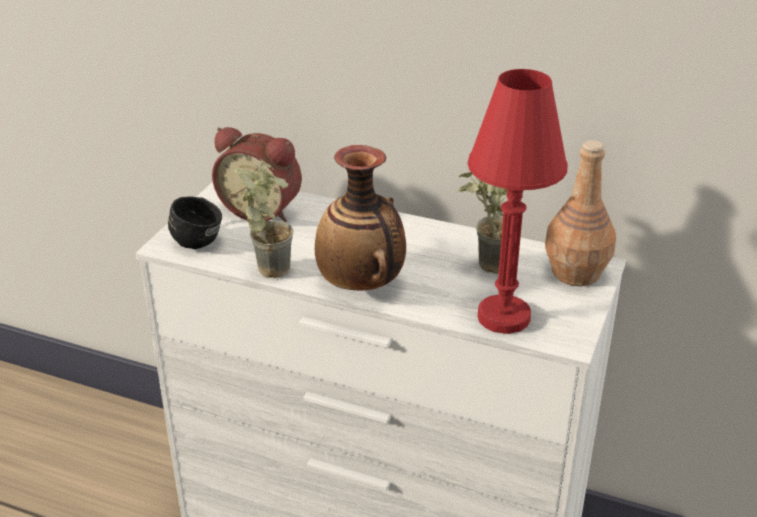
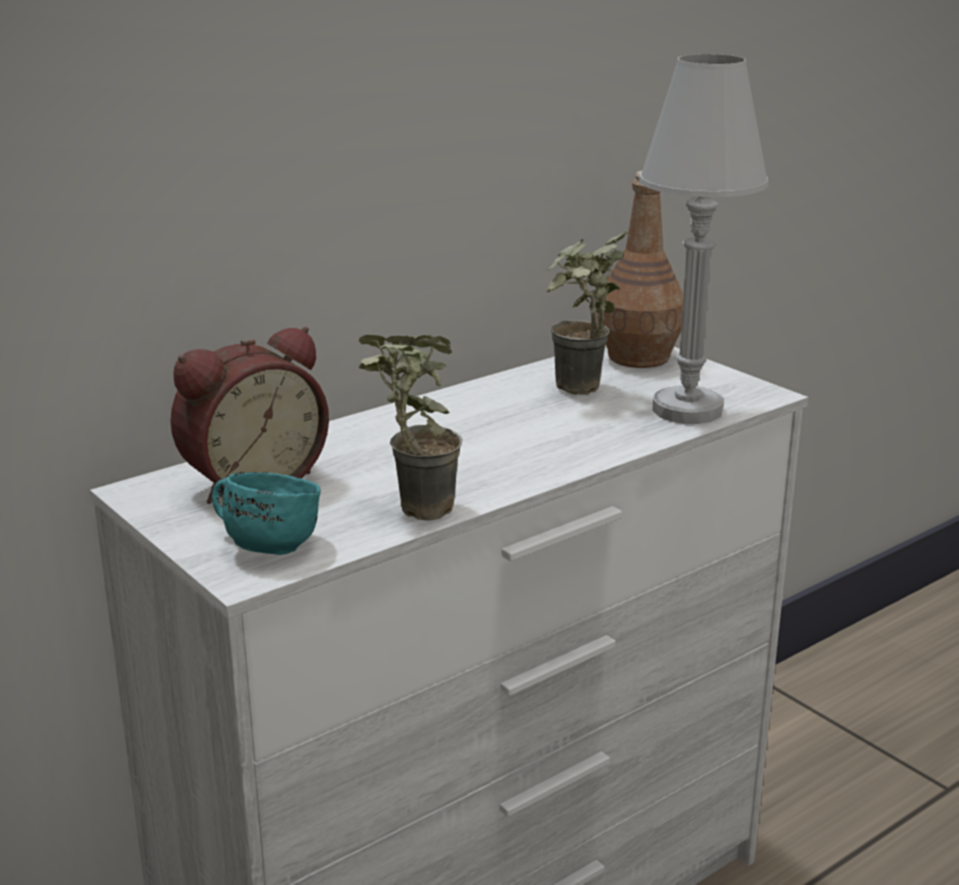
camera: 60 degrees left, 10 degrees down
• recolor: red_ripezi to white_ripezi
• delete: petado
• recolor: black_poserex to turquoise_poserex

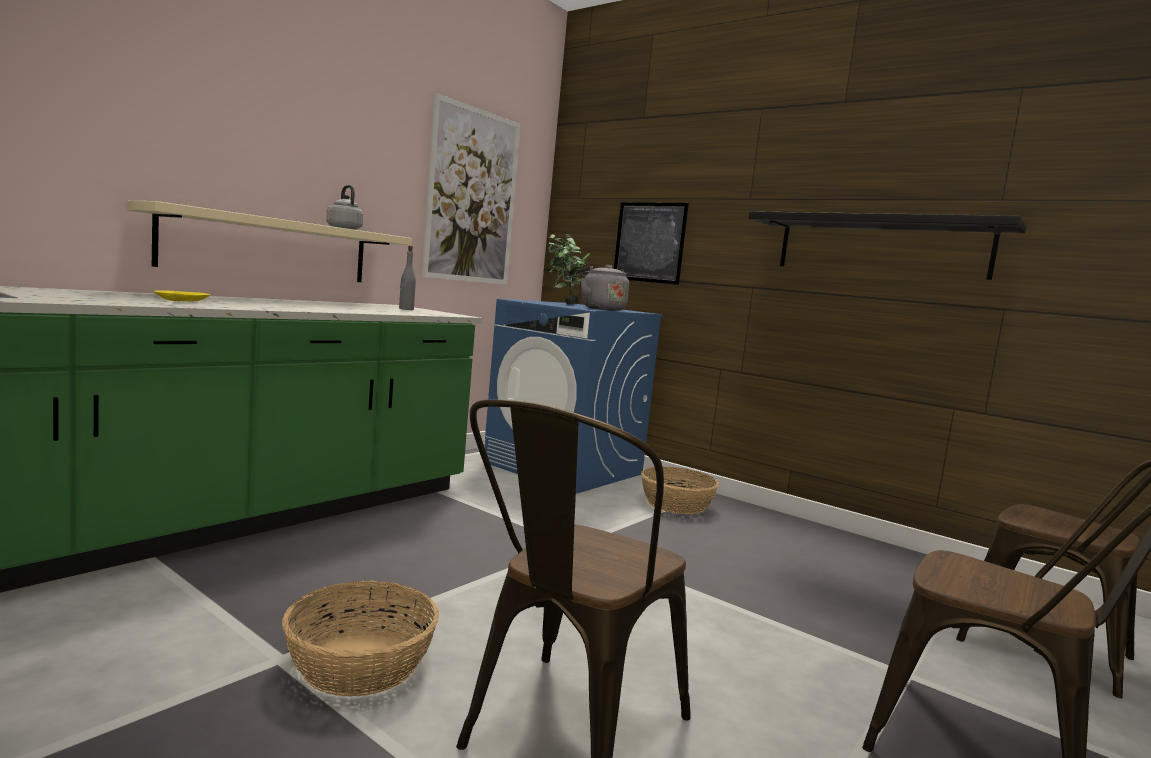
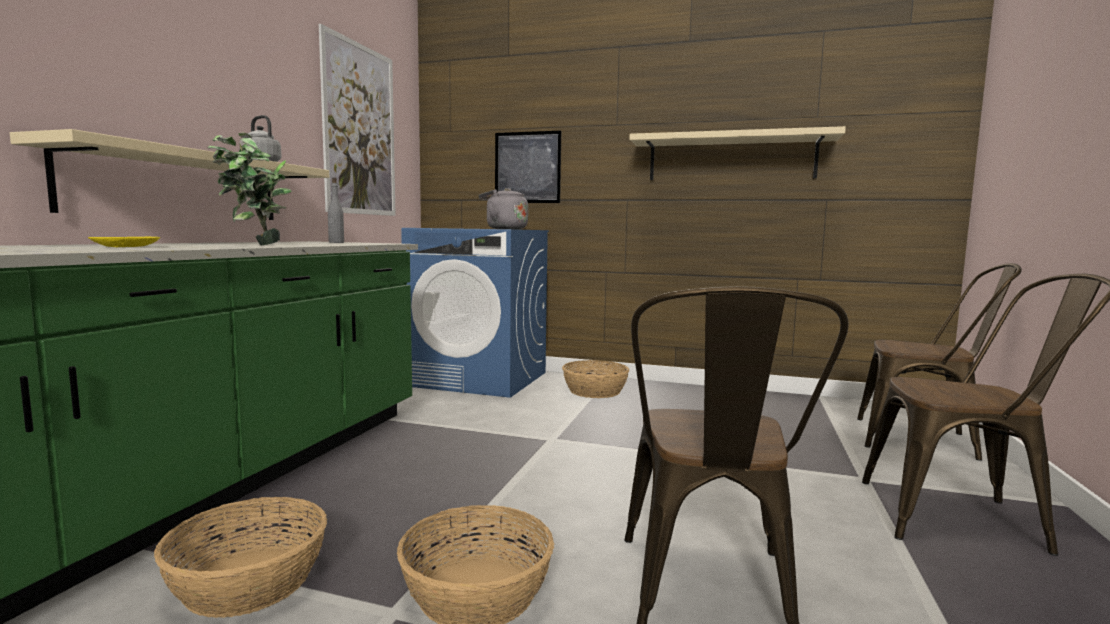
camera: 20 degrees left, 0 degrees up
• recolor: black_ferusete to beige_ferusete (2nd from left)
• move: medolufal
• insert: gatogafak (1st from left)

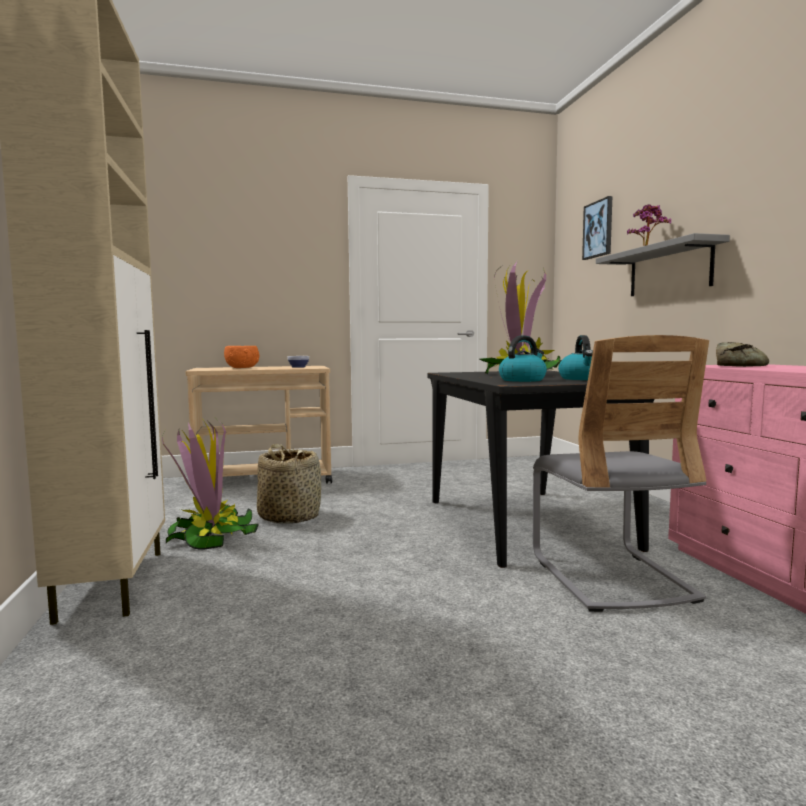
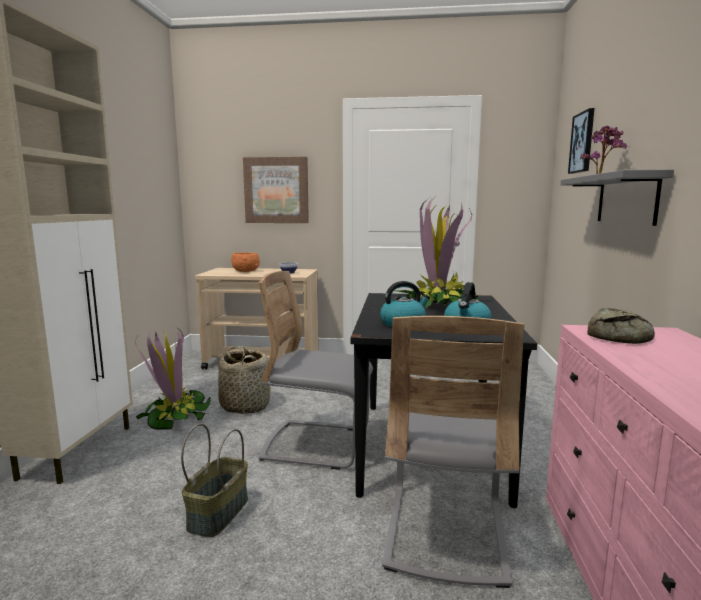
camera: 20 degrees right, 5 degrees up
• insert: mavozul (1st from left)
• insert: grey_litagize (1st from left)
• insert: gatogafak (1st from left)

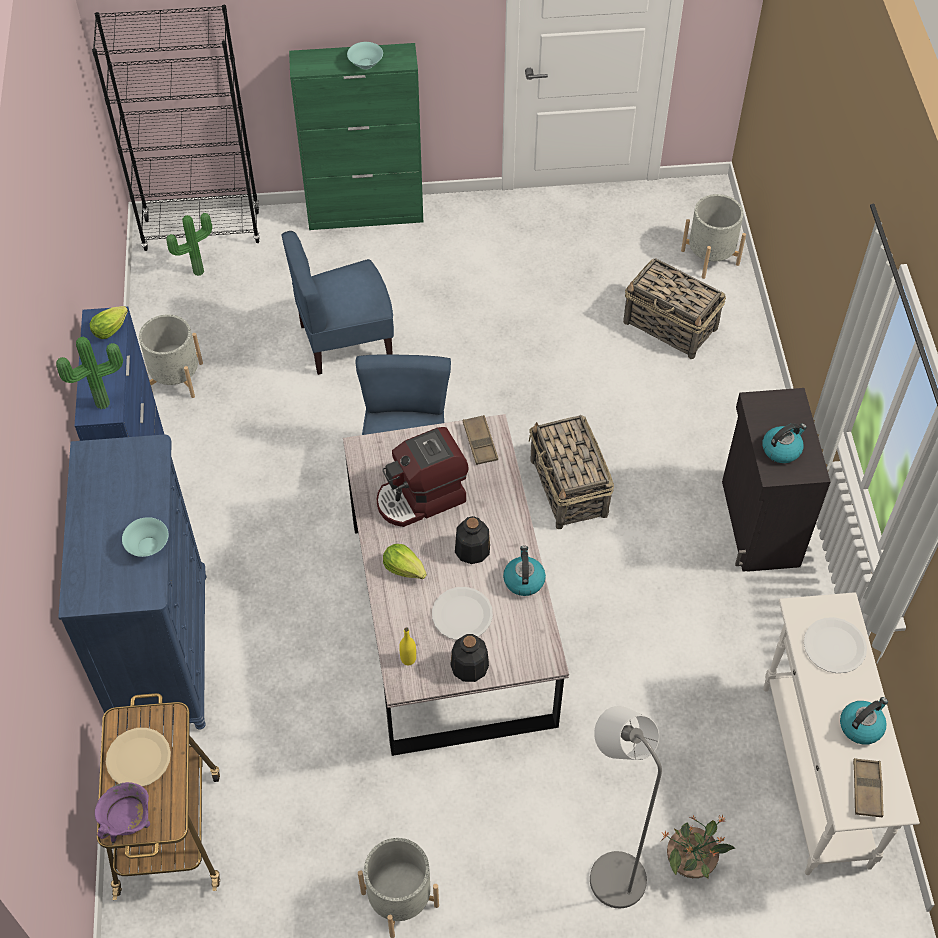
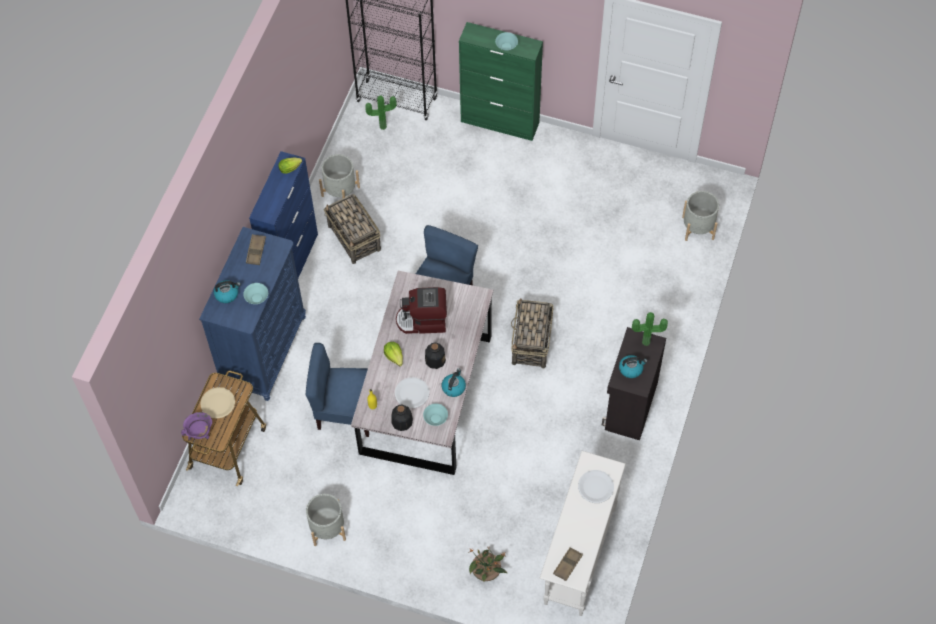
camera: 25 degrees right, 5 degrees up
• move: blue_litagize (1st from left)
• move: gatogafak (2nd from left in the first image) to gatogafak (1st from left)
• move: medolufal (1st from left in the first image) to medolufal (3rd from left)
• move: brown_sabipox (1st from left)
• move: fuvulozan (3rd from left in the first image) to fuvulozan (1st from left)
• delete: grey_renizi
• insert: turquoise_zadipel (2nd from left)

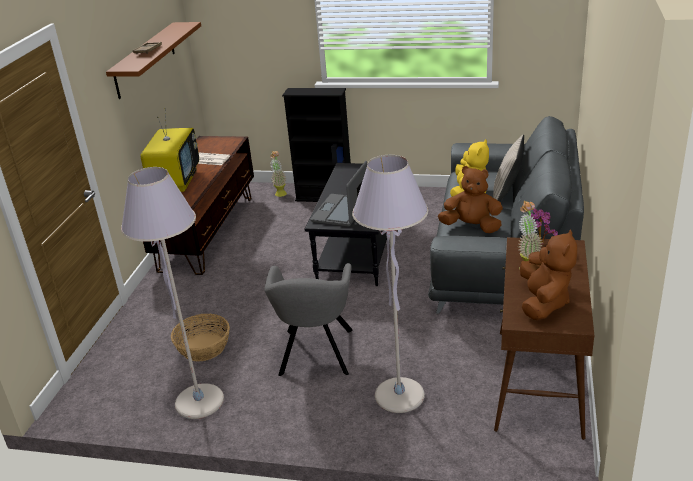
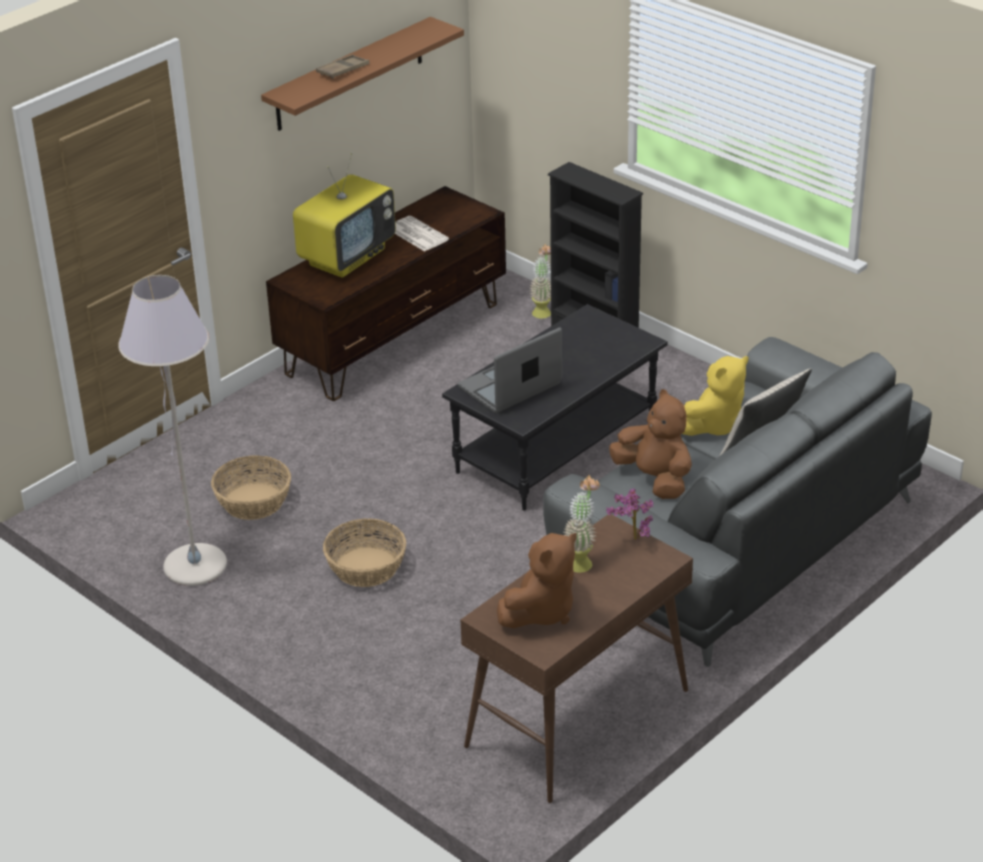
camera: 30 degrees right, 5 degrees up
• delete: grey_renizi (2nd from left)
• replace: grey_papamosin to gatogafak (2nd from left)

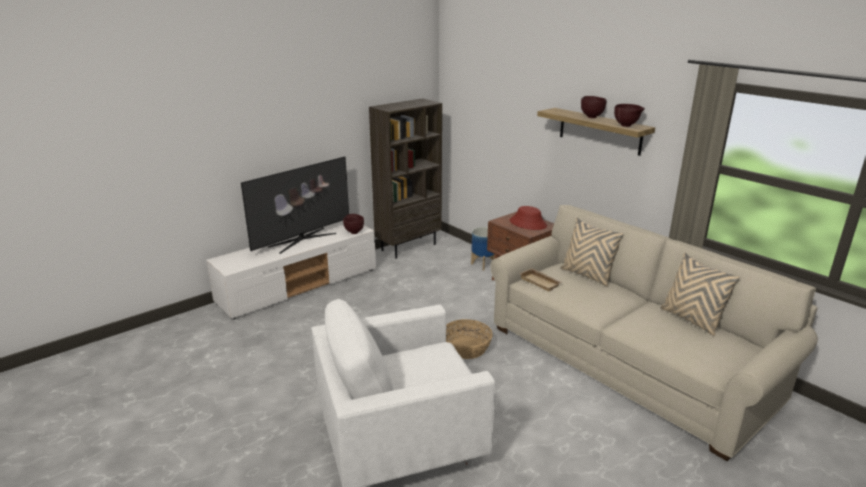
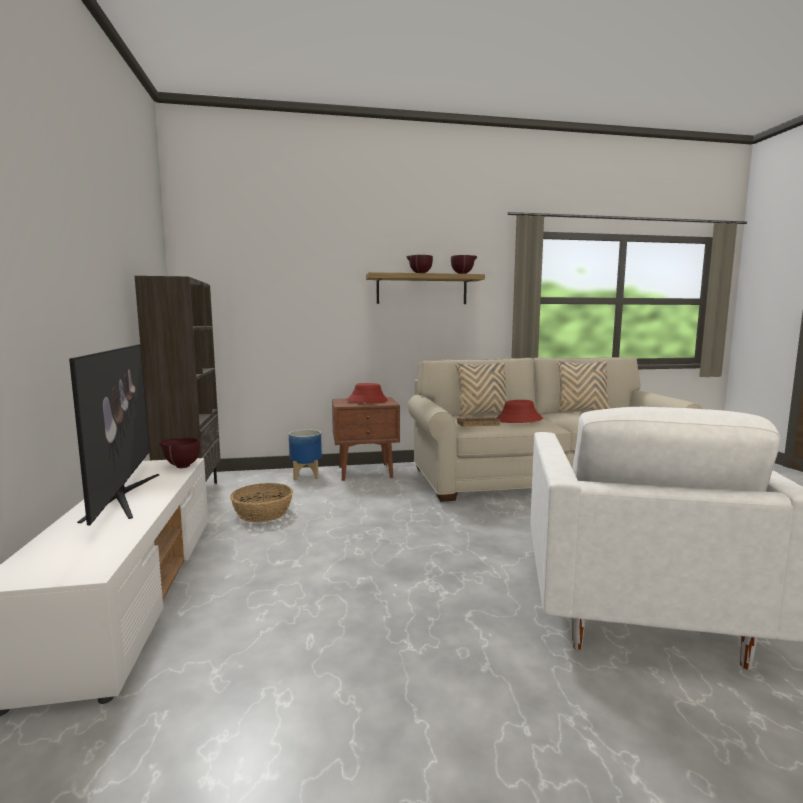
camera: 60 degrees left, 15 degrees down
• move: gatogafak
• insert: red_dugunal (2nd from left)

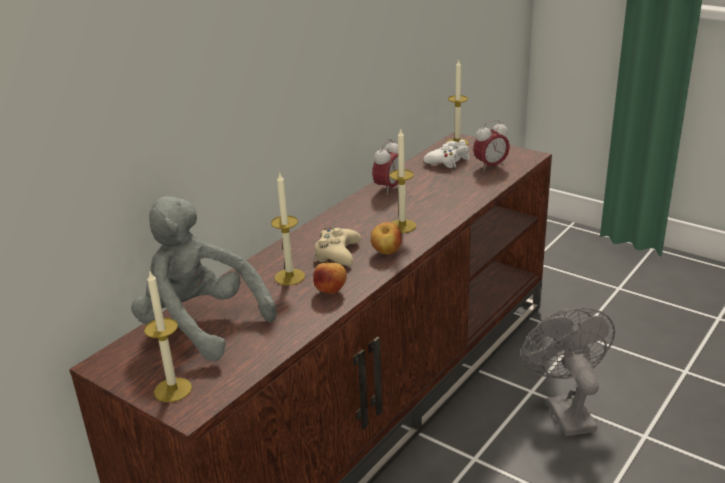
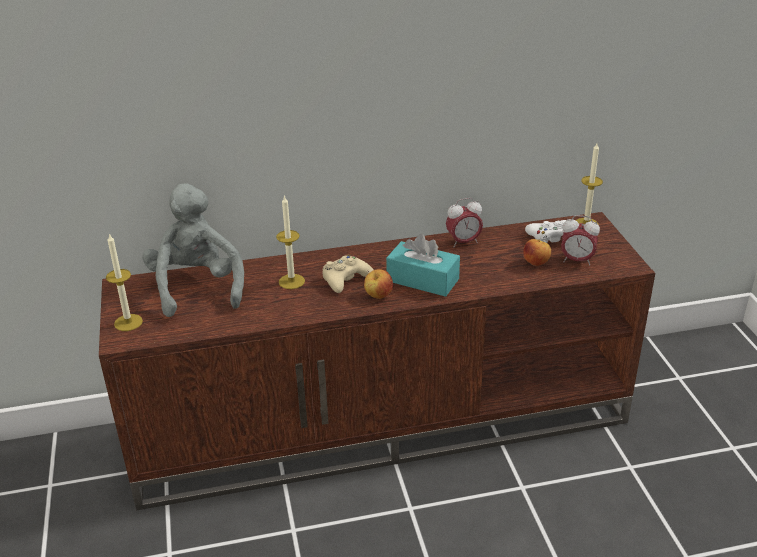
camera: 40 degrees right, 5 degrees up
• replace: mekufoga (3rd from left) to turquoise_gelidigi
• move: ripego (1st from left in the first image) to ripego (2nd from left)
• delete: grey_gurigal

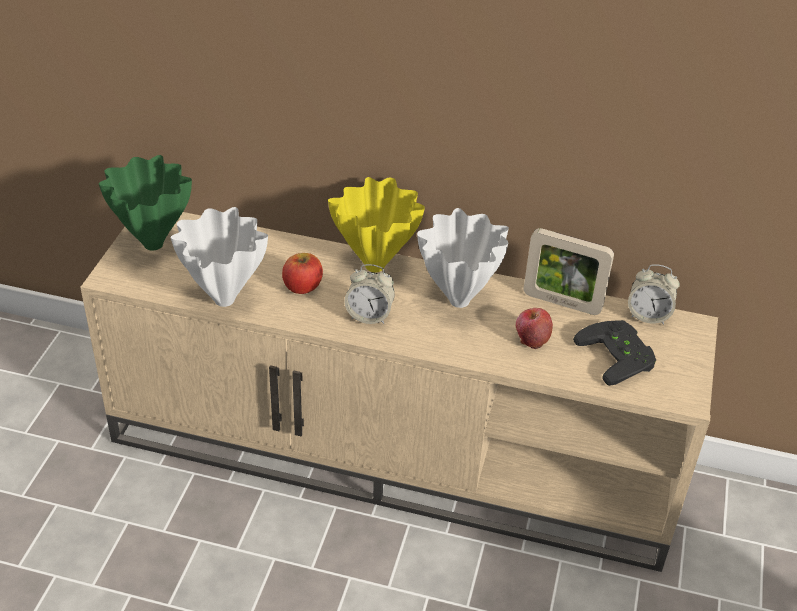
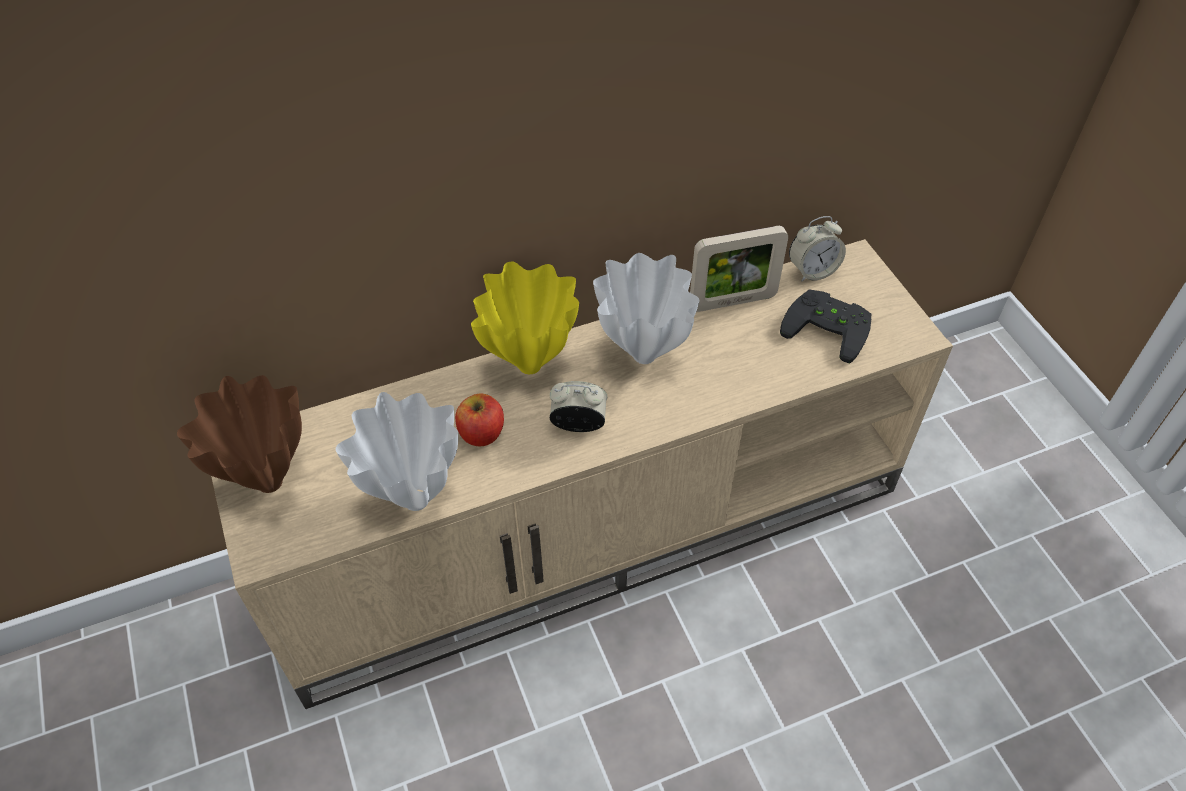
camera: 35 degrees left, 10 degrees up
• recolor: green_petado to brown_petado
• rotate: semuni (1st from left) 150 degrees counterclockwise
• delete: ripego (2nd from left)

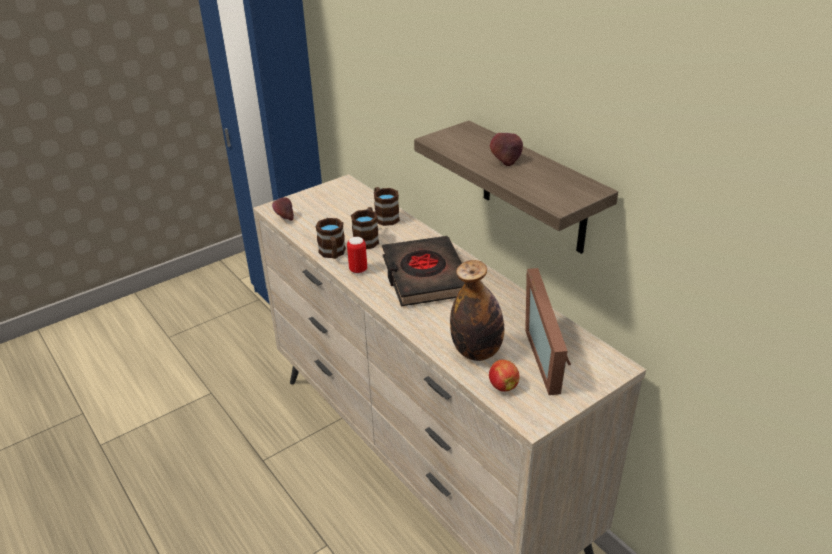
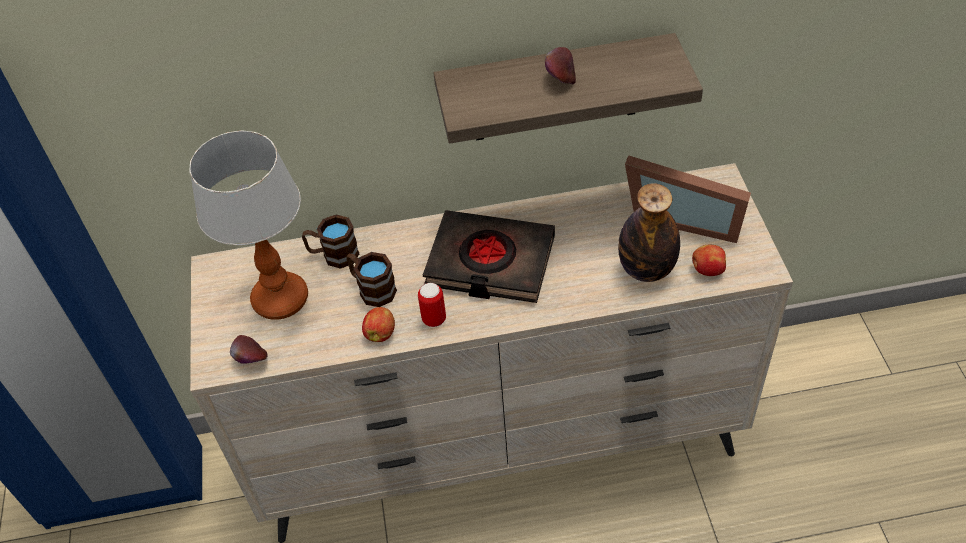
camera: 60 degrees left, 15 degrees up
• replace: brown_poserex (1st from left) to ripego (2nd from left)
• insert: ripezi

